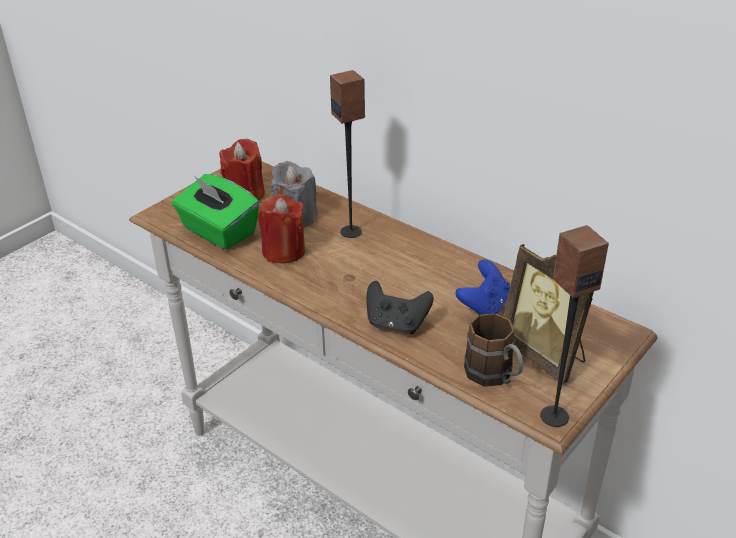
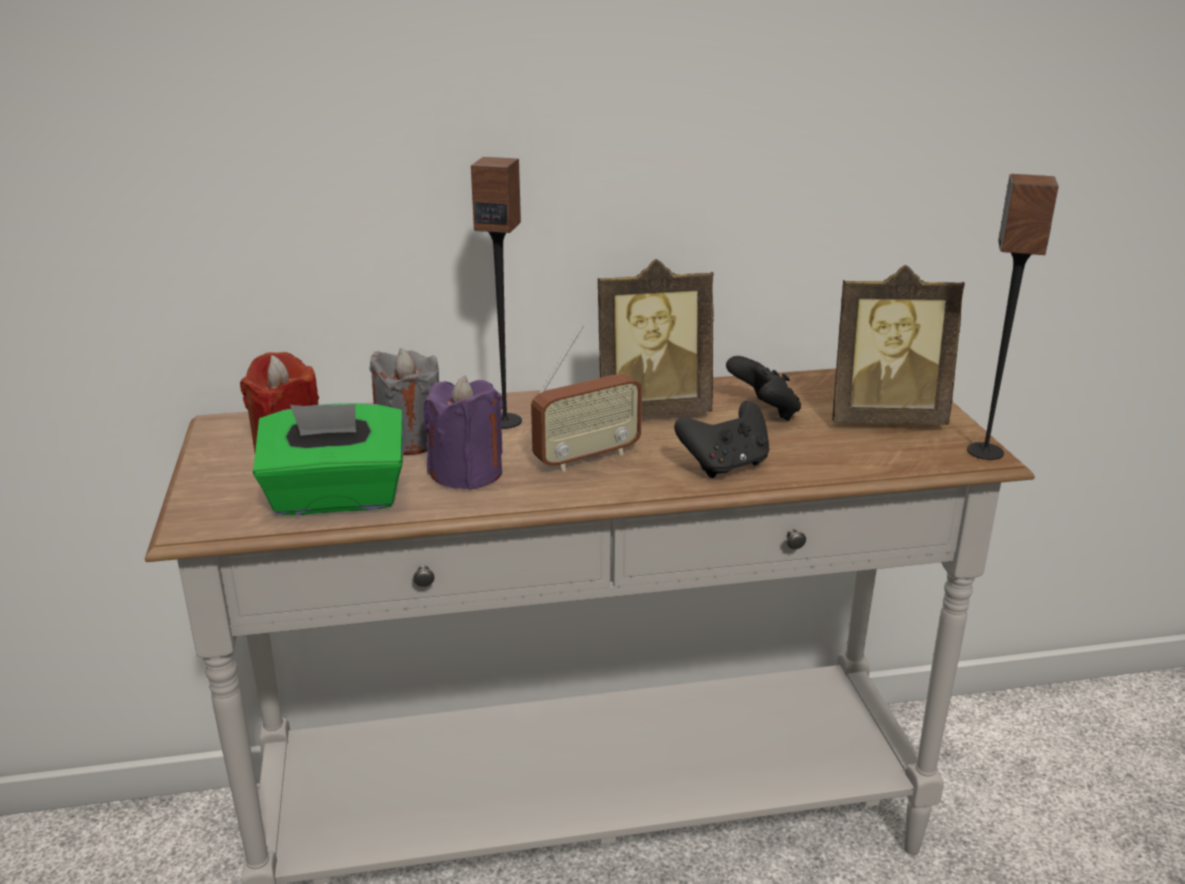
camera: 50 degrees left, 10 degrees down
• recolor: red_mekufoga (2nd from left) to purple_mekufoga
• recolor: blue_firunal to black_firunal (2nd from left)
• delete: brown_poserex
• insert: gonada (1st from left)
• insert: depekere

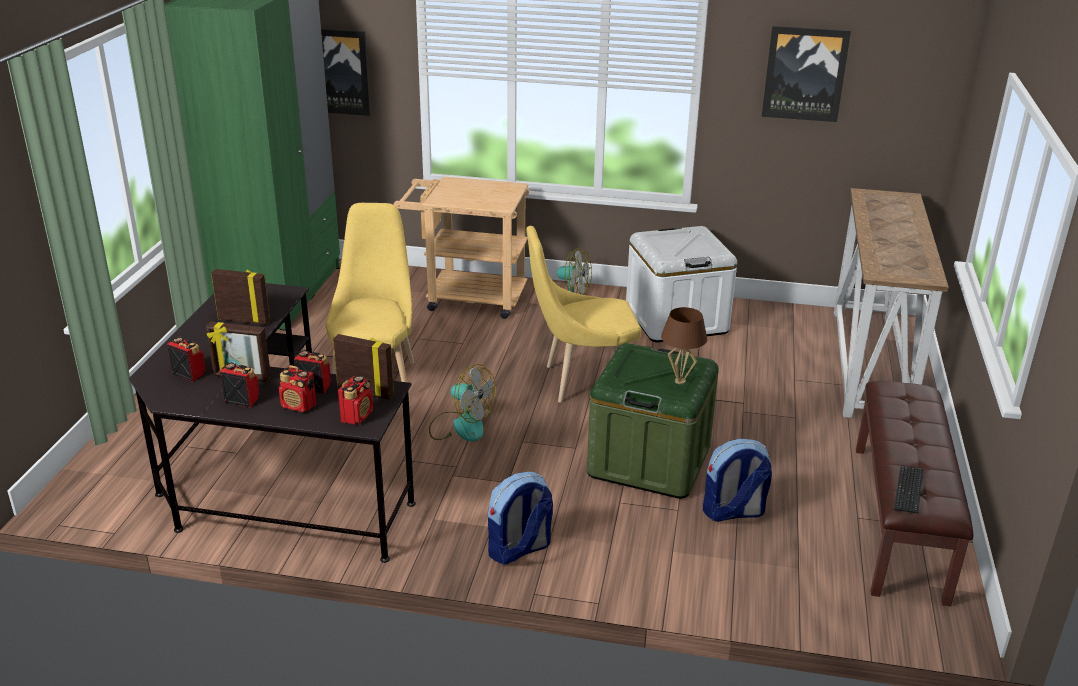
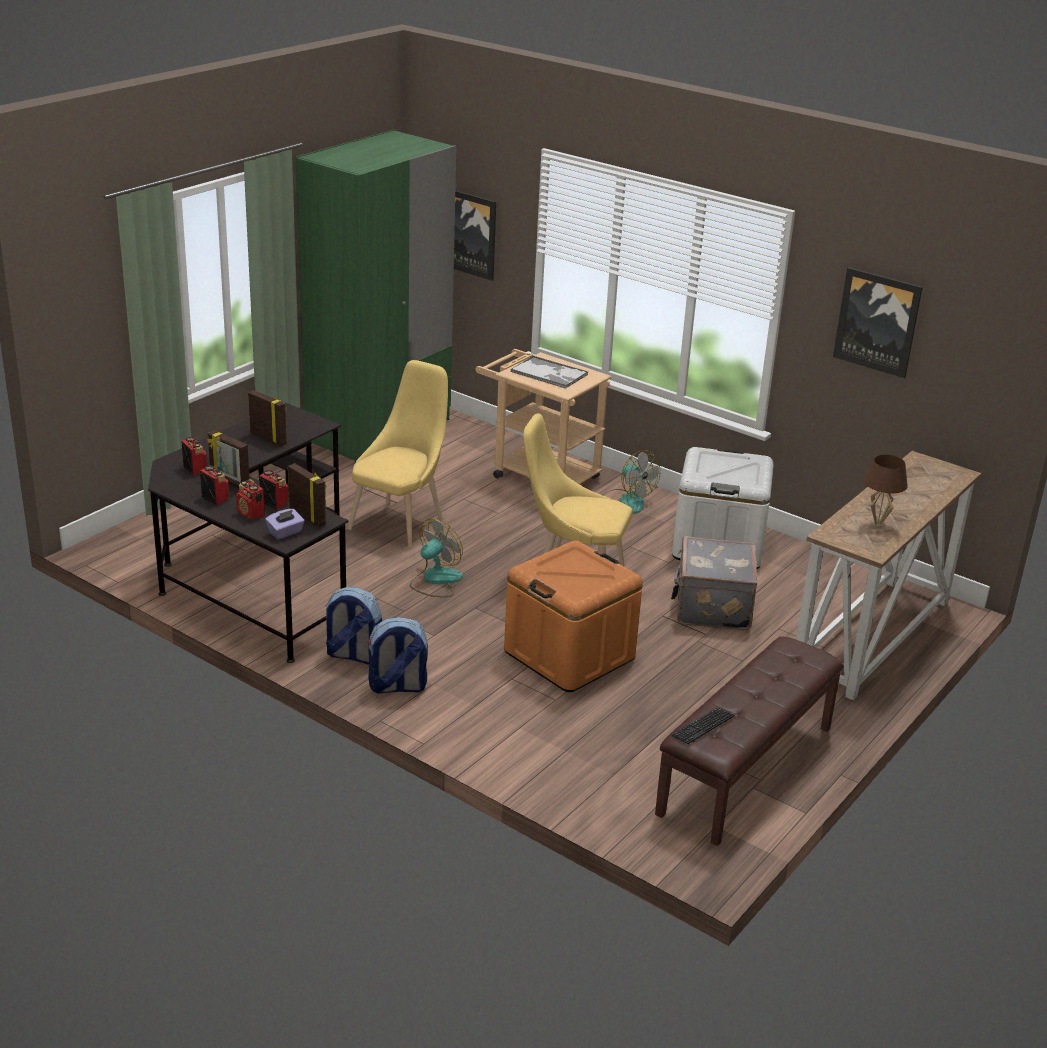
camera: 25 degrees right, 0 degrees up
• move: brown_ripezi
• recolor: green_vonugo to orange_vonugo
• rotate: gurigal (1st from left) 105 degrees counterclockwise
• replace: depekere (5th from left) to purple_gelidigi
• move: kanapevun (2nd from left in the first image) to kanapevun (1st from left)
• insert: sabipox
• insert: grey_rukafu

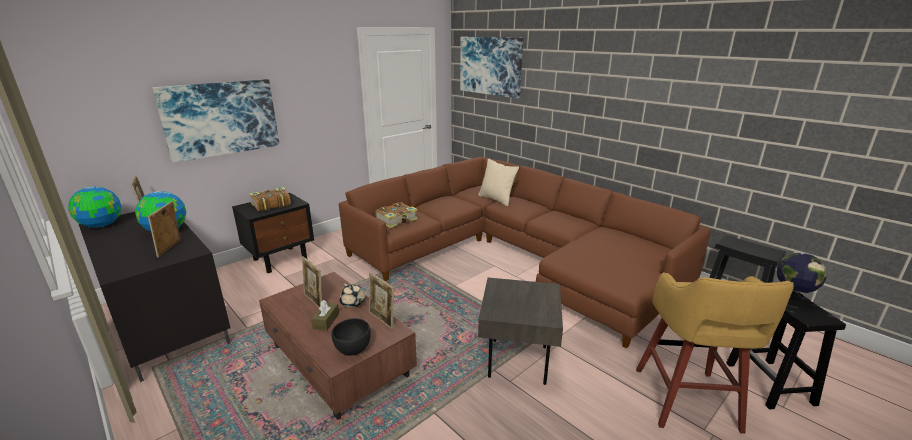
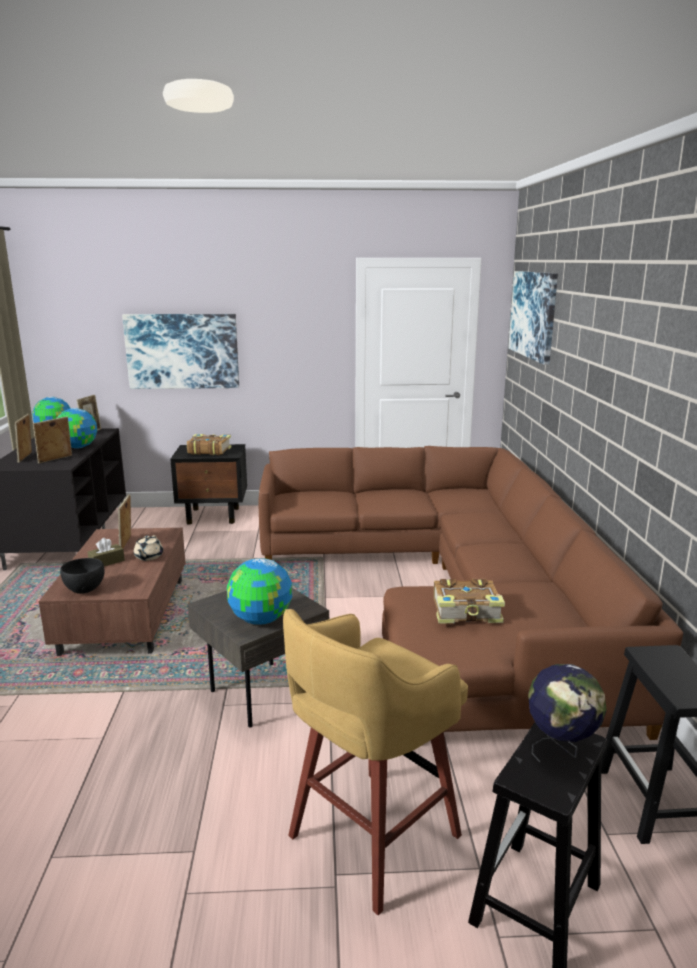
camera: 40 degrees right, 5 degrees down
• delete: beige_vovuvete
• move: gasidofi (2nd from left)
• move: gonada (4th from left in the first image) to gonada (1st from left)
• insert: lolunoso (3rd from left)

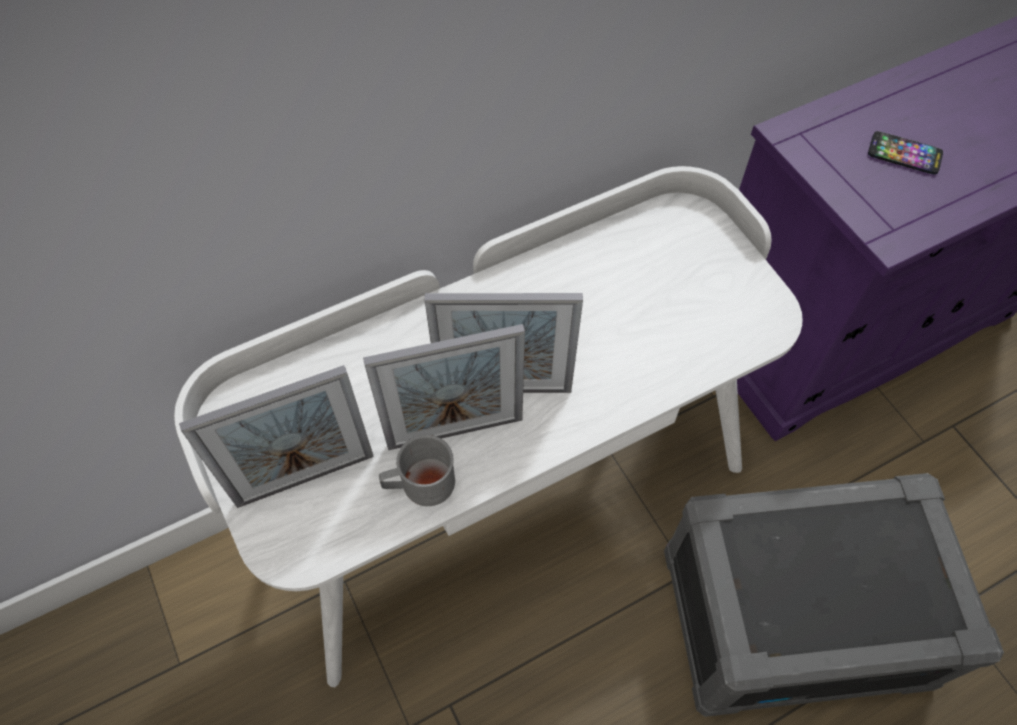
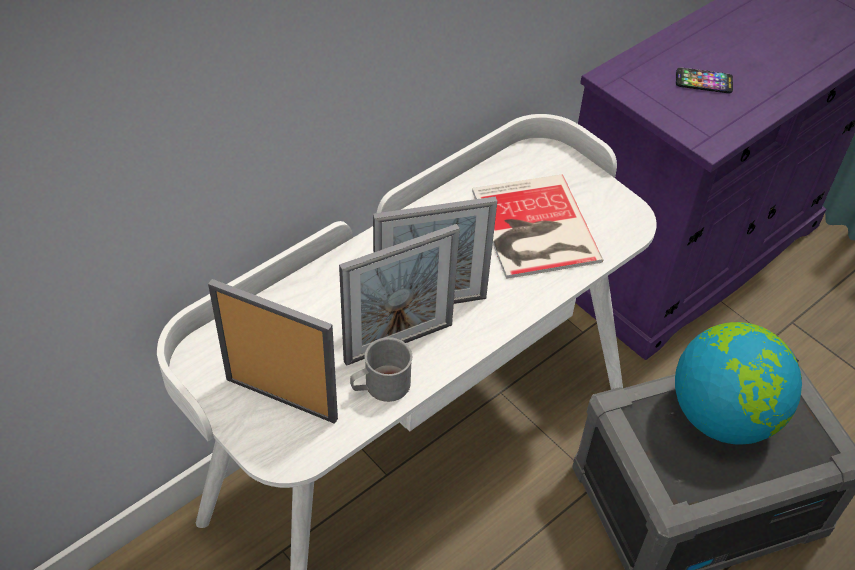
camera: 15 degrees left, 10 degrees down
• rotate: gonada (1st from left) 120 degrees counterclockwise
• insert: gasidofi
• insert: lolunoso

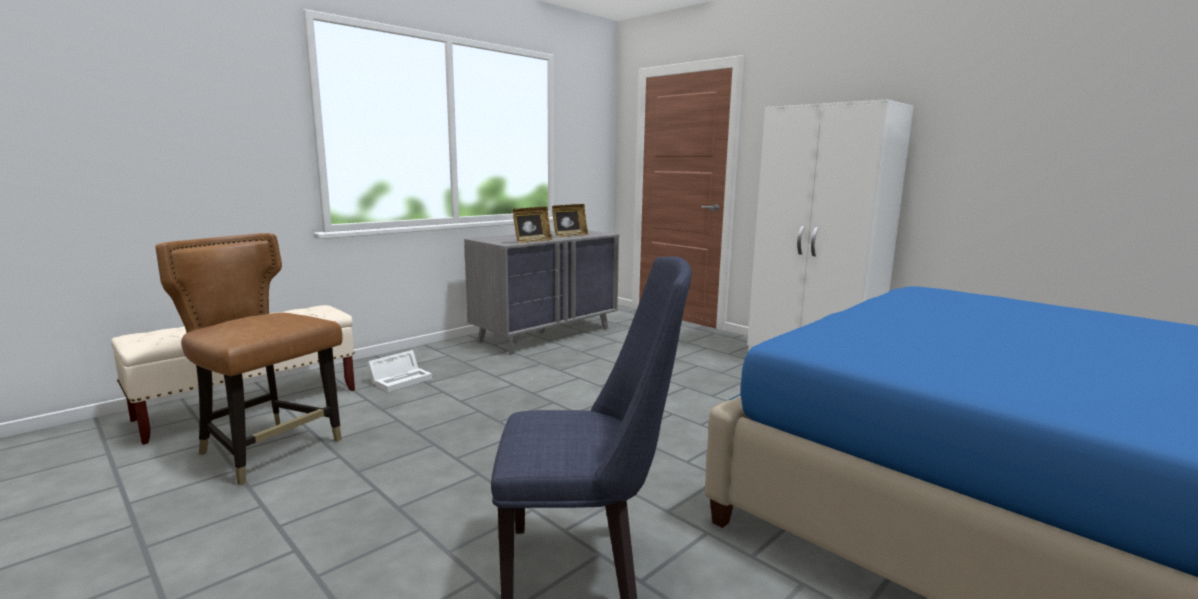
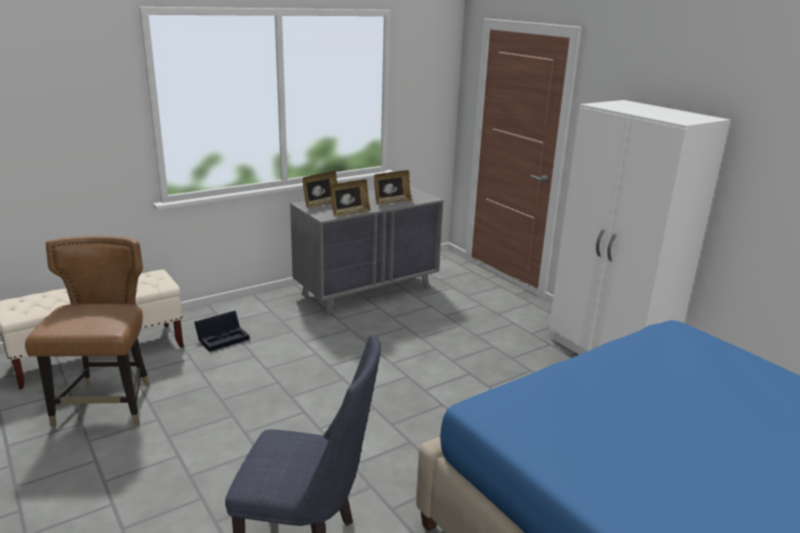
camera: 10 degrees right, 10 degrees up
• rotate: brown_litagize 45 degrees clockwise
• recolor: white_vonugo to black_vonugo
• insert: gonada (1st from left)

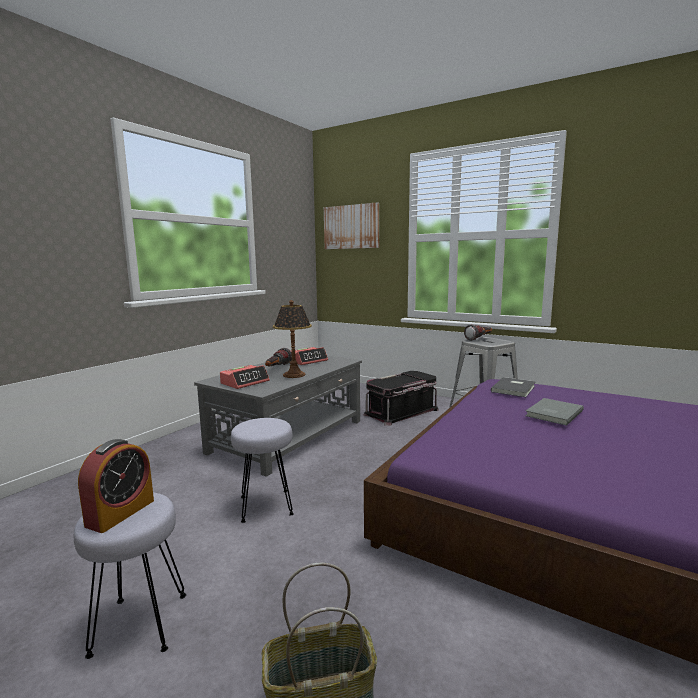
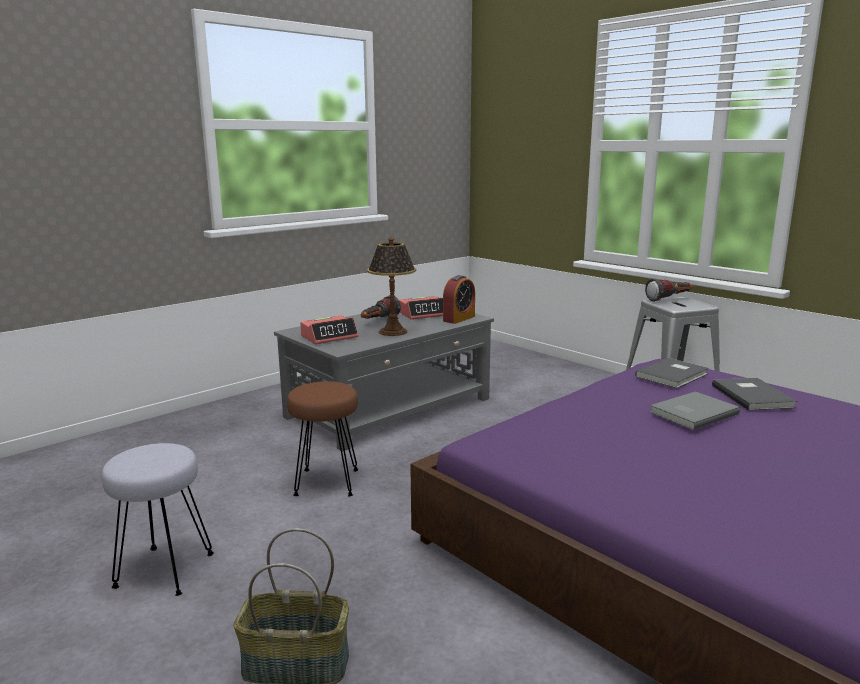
camera: 15 degrees right, 5 degrees up
• delete: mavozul
• delete: black_vonugo
• recolor: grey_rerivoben (2nd from left) to brown_rerivoben
• move: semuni (1st from left in the first image) to semuni (3rd from left)
• insert: grey_gasidofi (3rd from left)

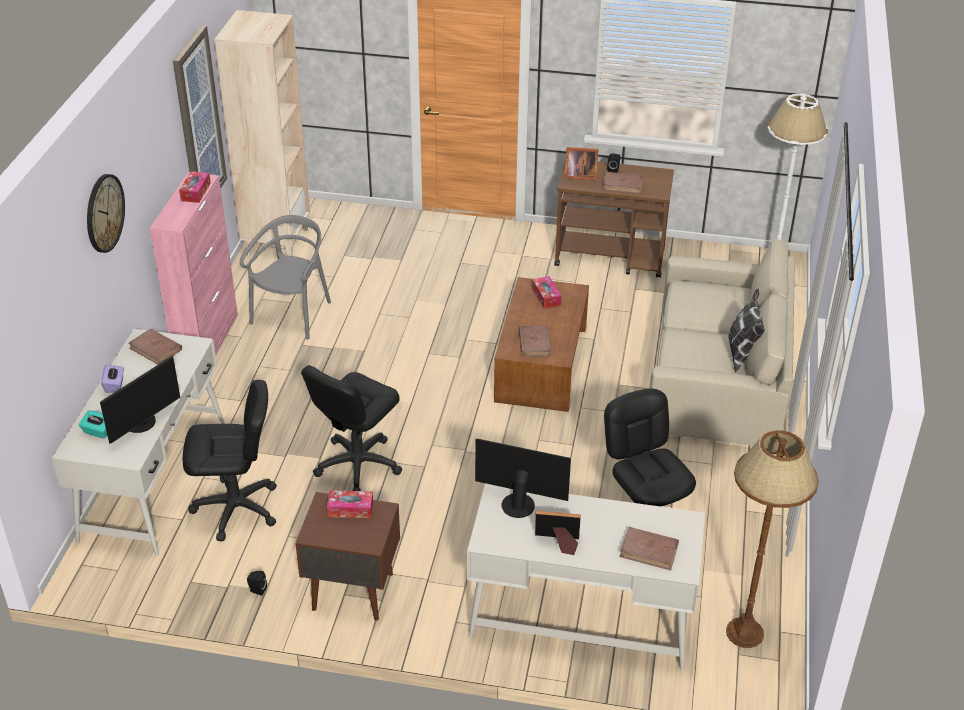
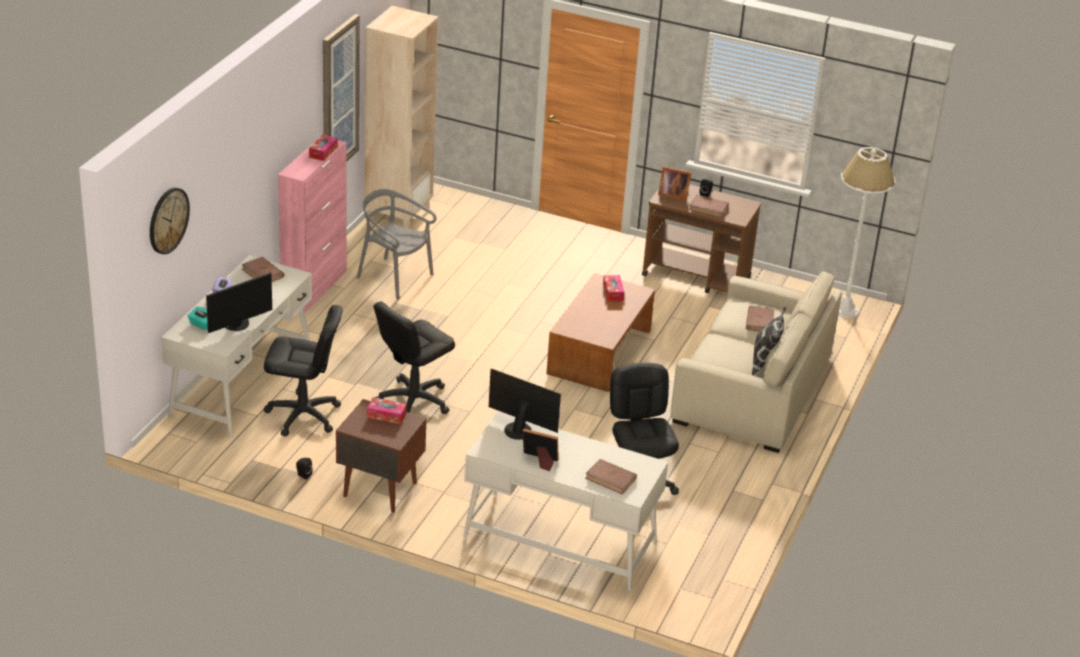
camera: 10 degrees right, 5 degrees down
• move: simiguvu
• rotate: grey_litagize 90 degrees counterclockwise
• move: brown_gasidofi (2nd from left in the first image) to brown_gasidofi (4th from left)
• delete: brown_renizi

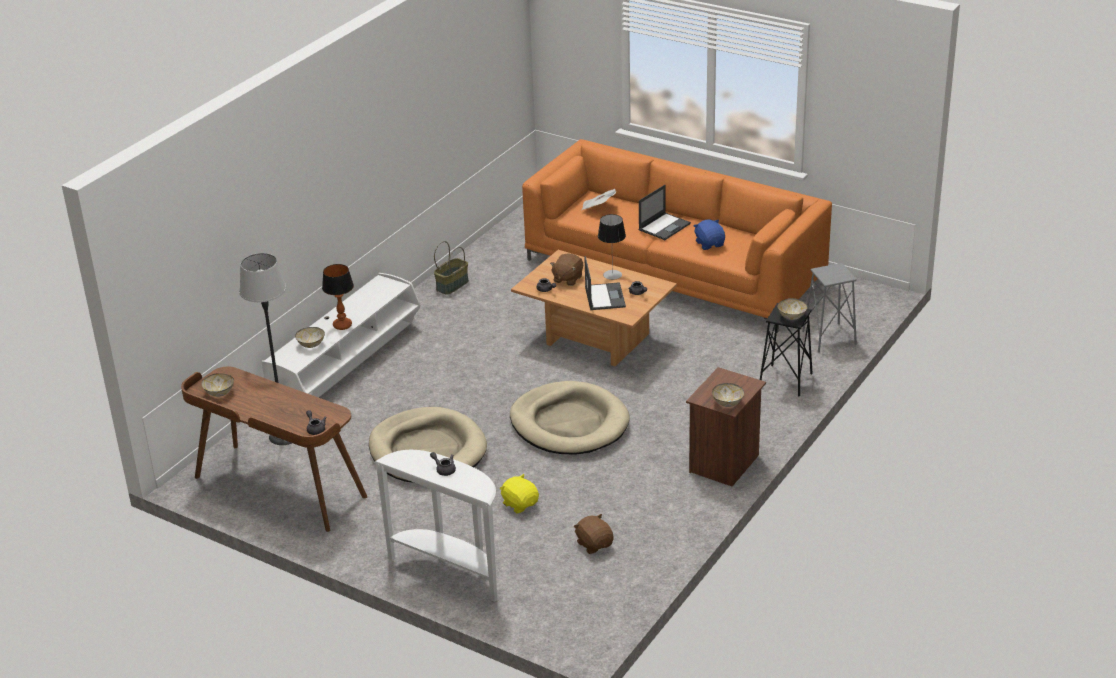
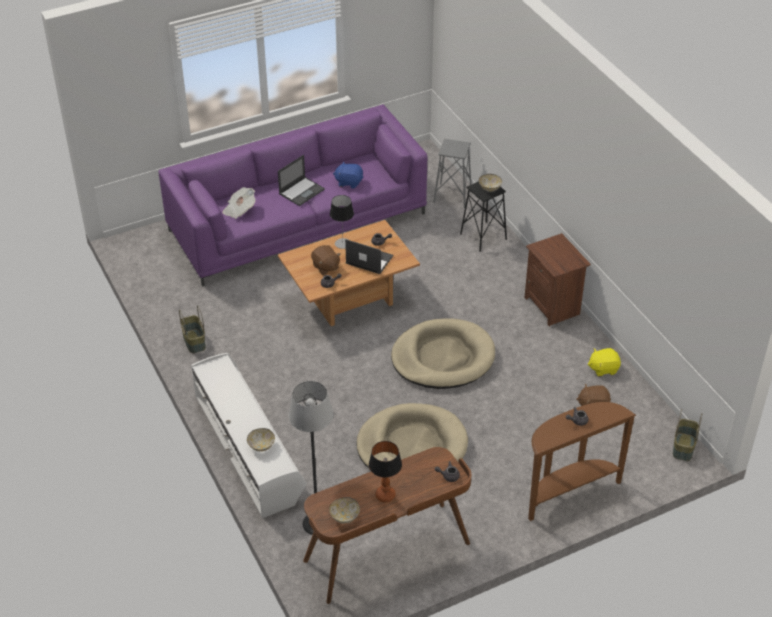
camera: 60 degrees left, 10 degrees up
• recolor: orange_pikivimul to purple_pikivimul
• rotate: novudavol (2nd from left in the first image) 60 degrees clockwise
• move: ripezi (1st from left in the first image) to ripezi (2nd from left)
• delete: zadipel (3rd from left)
• recolor: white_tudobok to brown_tudobok
• move: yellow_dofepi
• insert: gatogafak (2nd from left)

